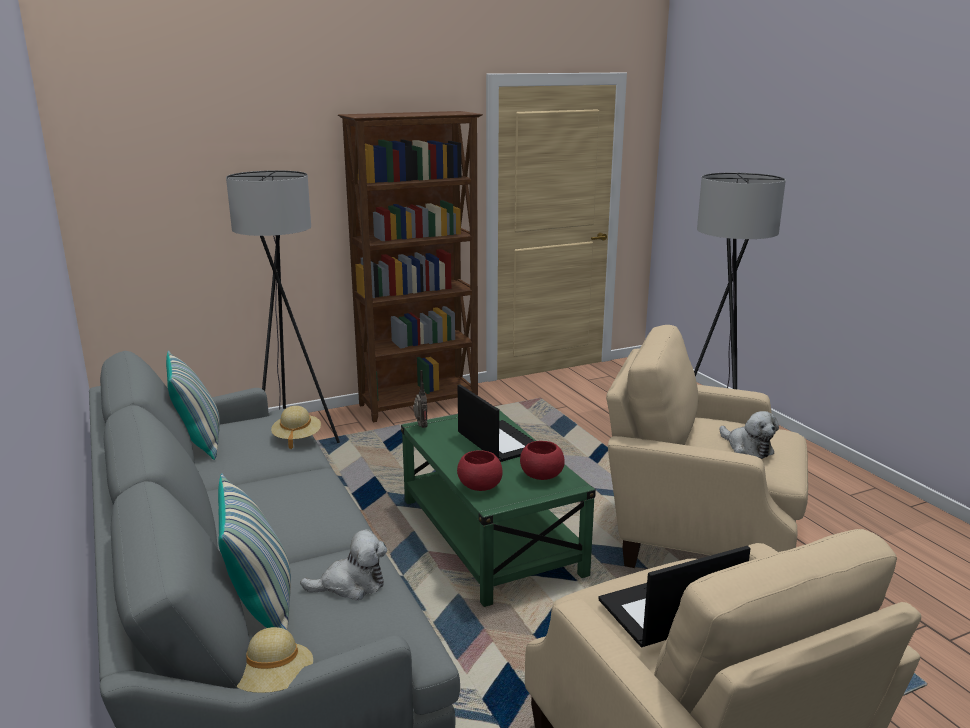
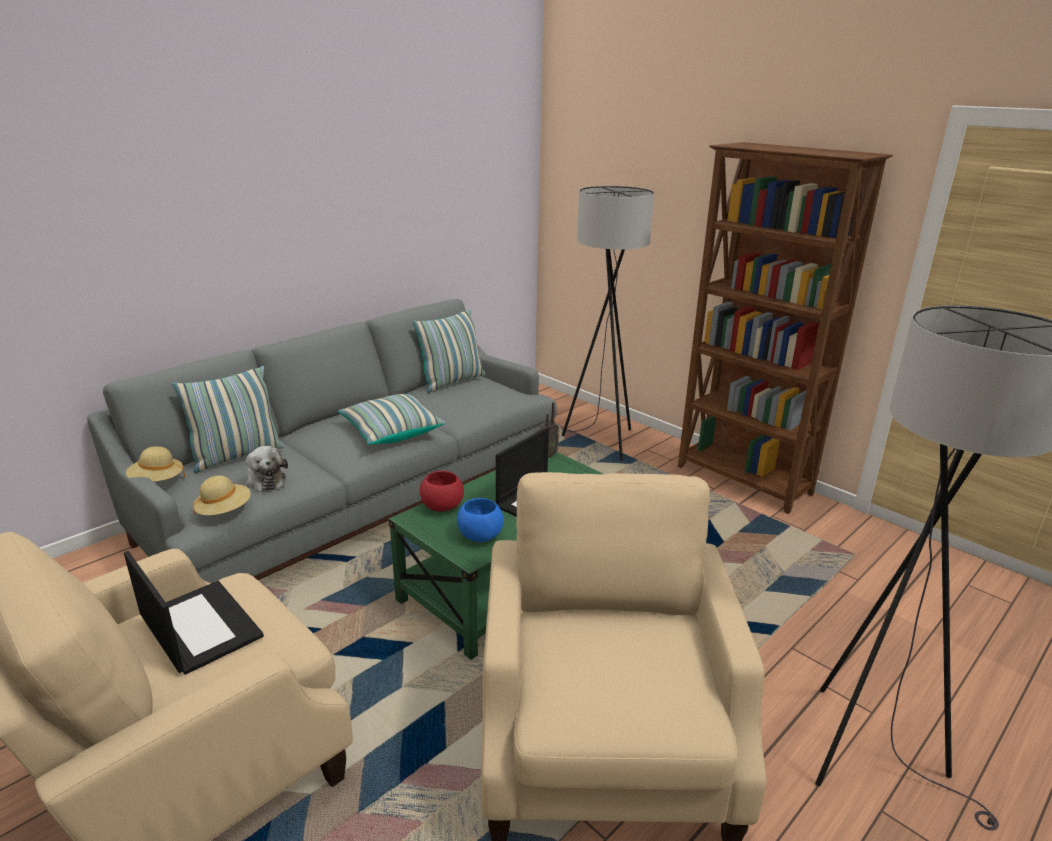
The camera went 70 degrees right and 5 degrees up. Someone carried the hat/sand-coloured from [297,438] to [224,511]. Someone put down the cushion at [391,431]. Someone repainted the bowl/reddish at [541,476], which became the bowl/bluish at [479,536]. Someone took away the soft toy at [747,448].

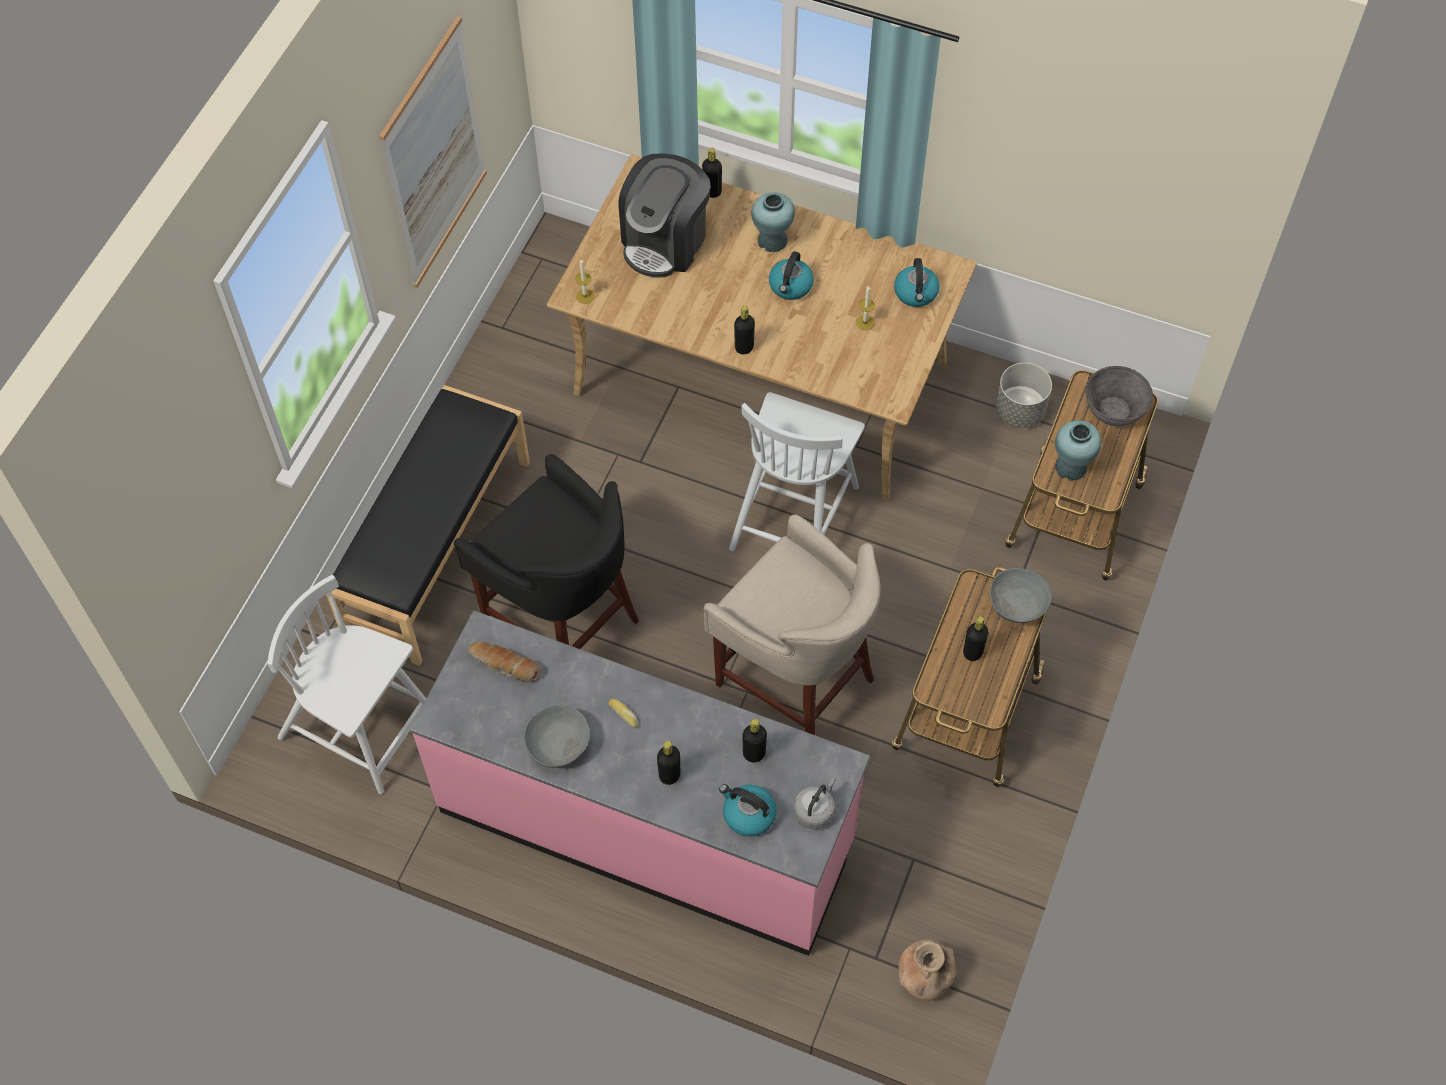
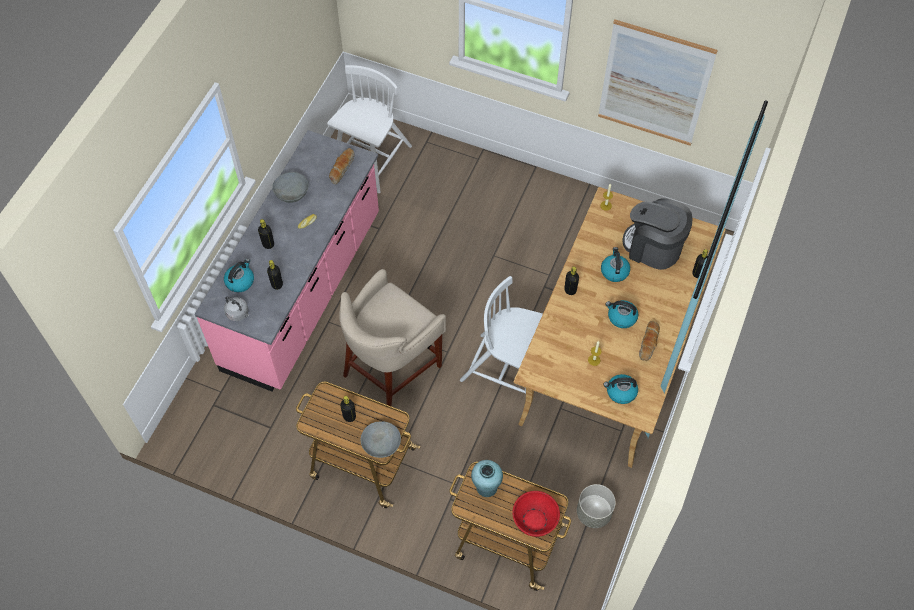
The camera went 90 degrees right and 0 degrees up. Someone repainted the bowl/greyish at [1114,410], which became the bowl/reddish at [535,520]. Someone put down the tea kettle at [614,271]. Someone put down the baked bread at [649,344]. Someone took away the long seat/black-coloured at [436,546]. Someone took away the stool/black-coloured at [562,618]. Someone took away the decorative vase/blue-green at [772,241]. Someone took away the decorative vase/brown at [924,978].

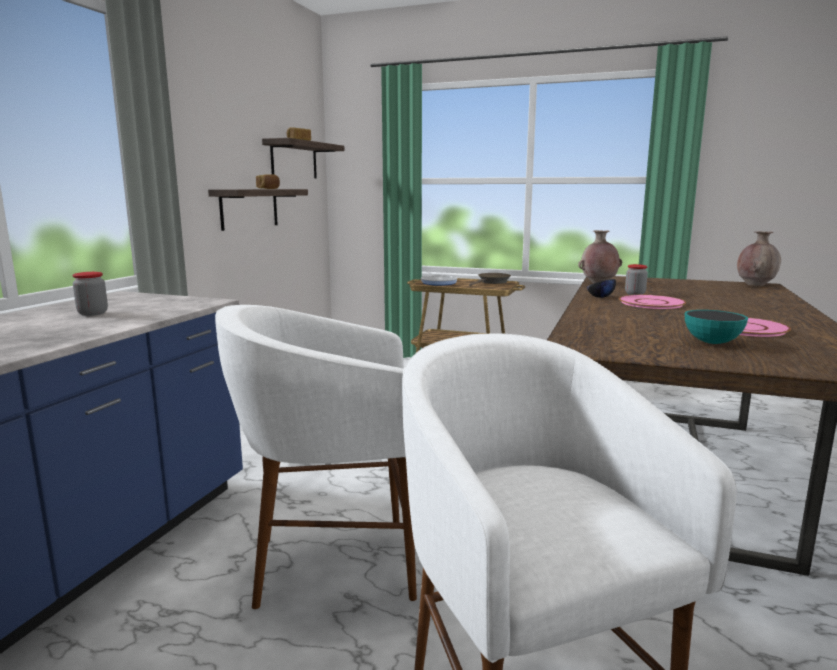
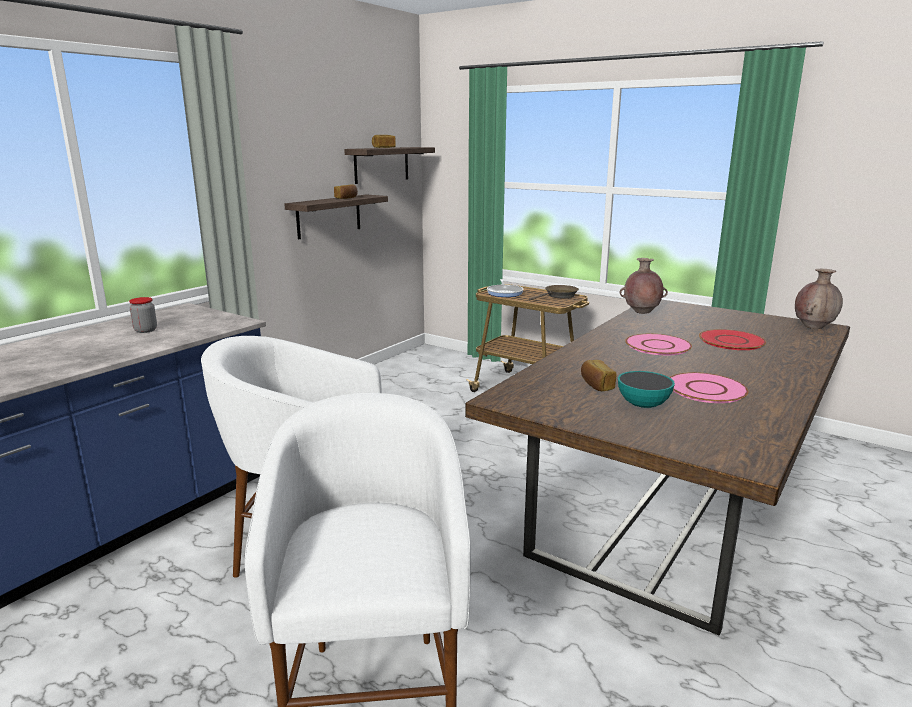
The camera went 15 degrees right and 5 degrees up. Someone put down the baked bread at [596,385]. Someone put down the plate/reddish at [731,341]. Someone took away the bowl/black-coloured at [600,297]. Someone took away the storage jar at [635,294].

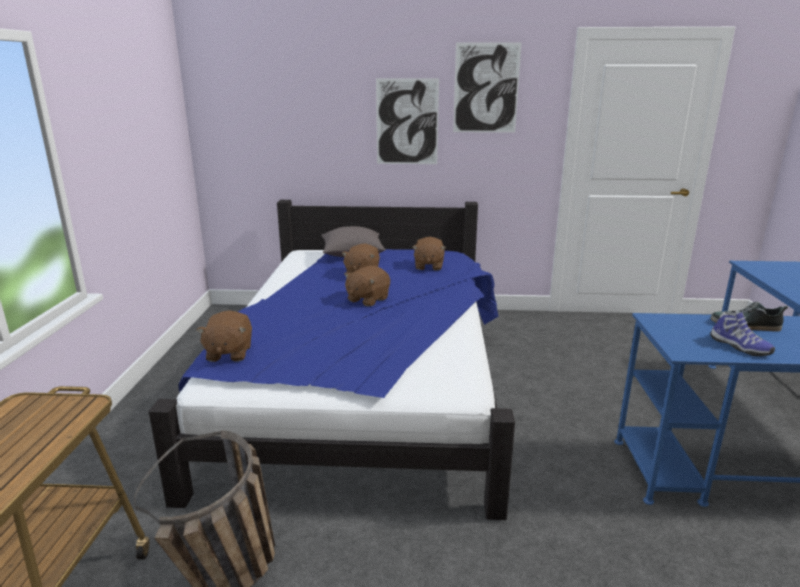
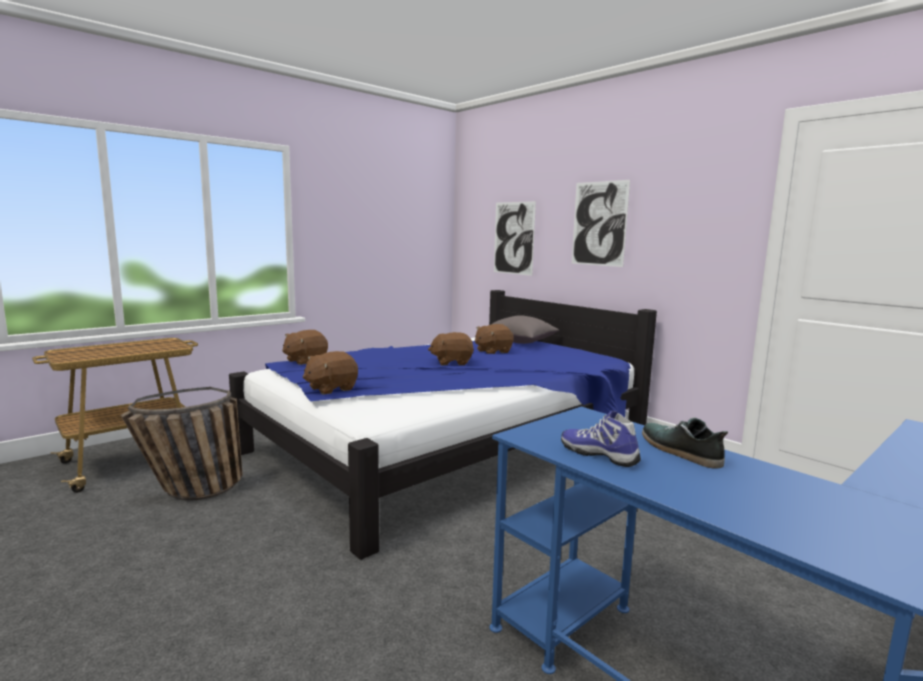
The camera went 45 degrees right and 10 degrees down. Someone carried the soft toy/brown from [428,266] to [331,388]. Someone carried the wall picture from [486,88] to [513,238]. Someone rotated the low shoe at [739,347] by 120 degrees clockwise.

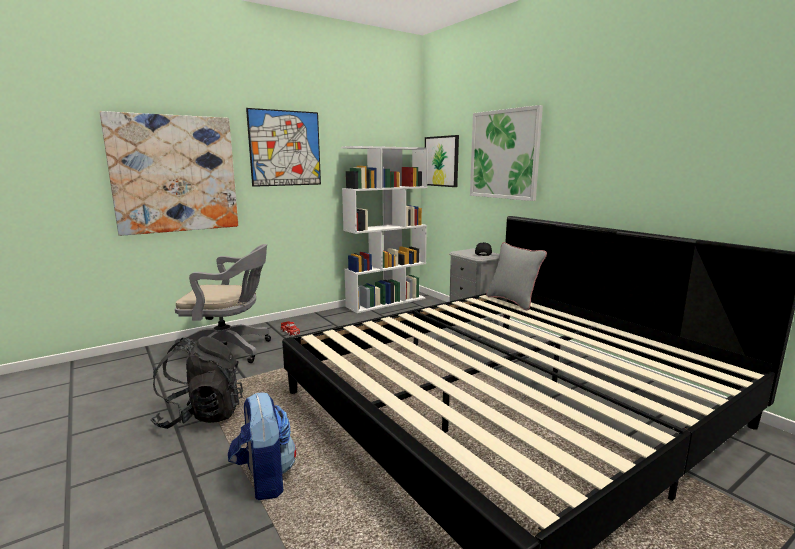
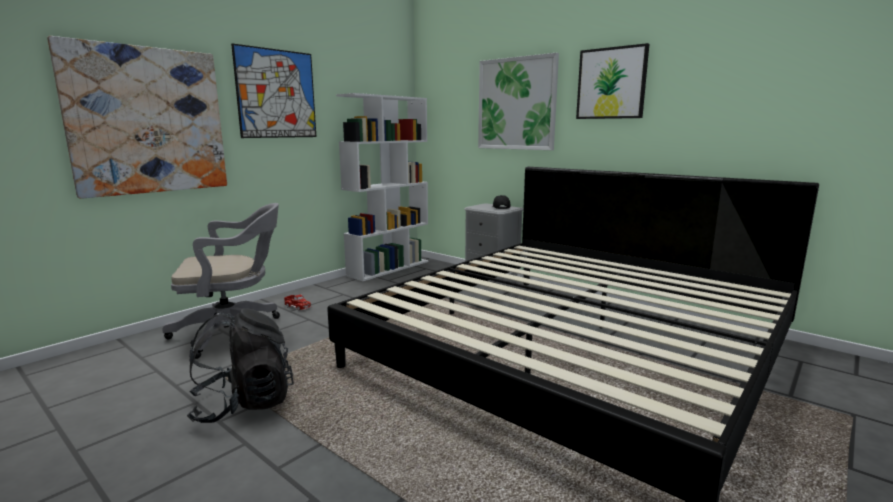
The camera went 15 degrees left and 0 degrees up. Someone carried the wall picture from [441,161] to [611,83]. Someone took away the rucksack at [264,479]. Someone took away the cushion/greyish at [513,301].

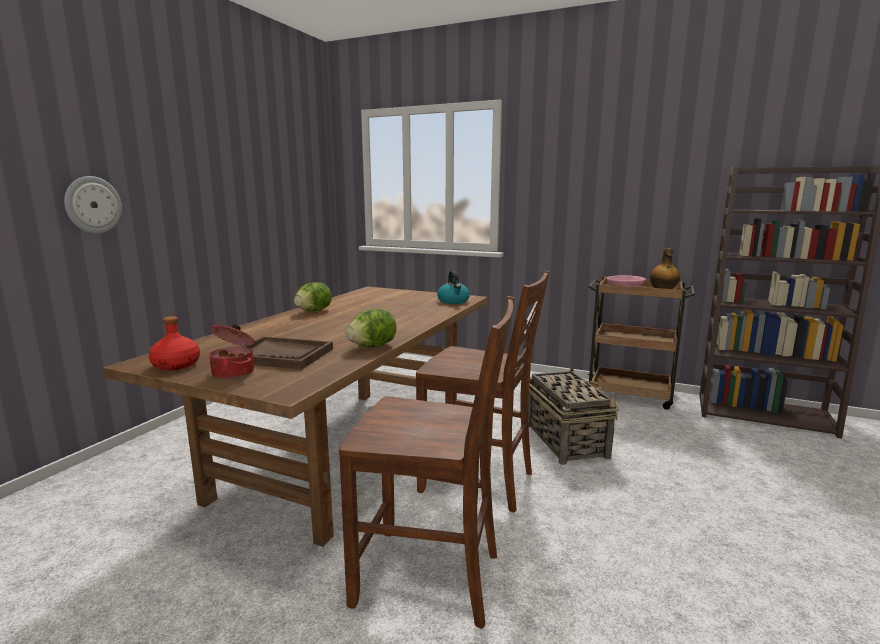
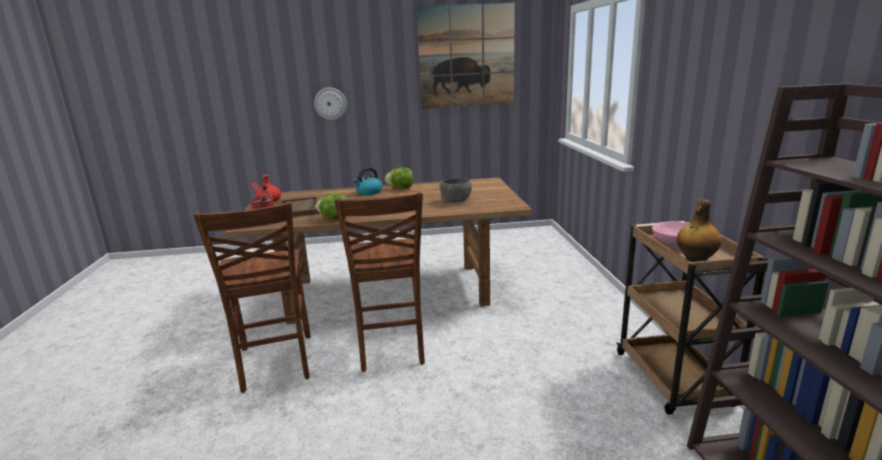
The camera went 60 degrees right and 5 degrees up. Someone carried the tea kettle from [453,301] to [369,192]. Someone put up the wall picture at [466,57]. Someone put down the bowl/greyish at [456,200]. Someone took away the storage basket at [565,440].

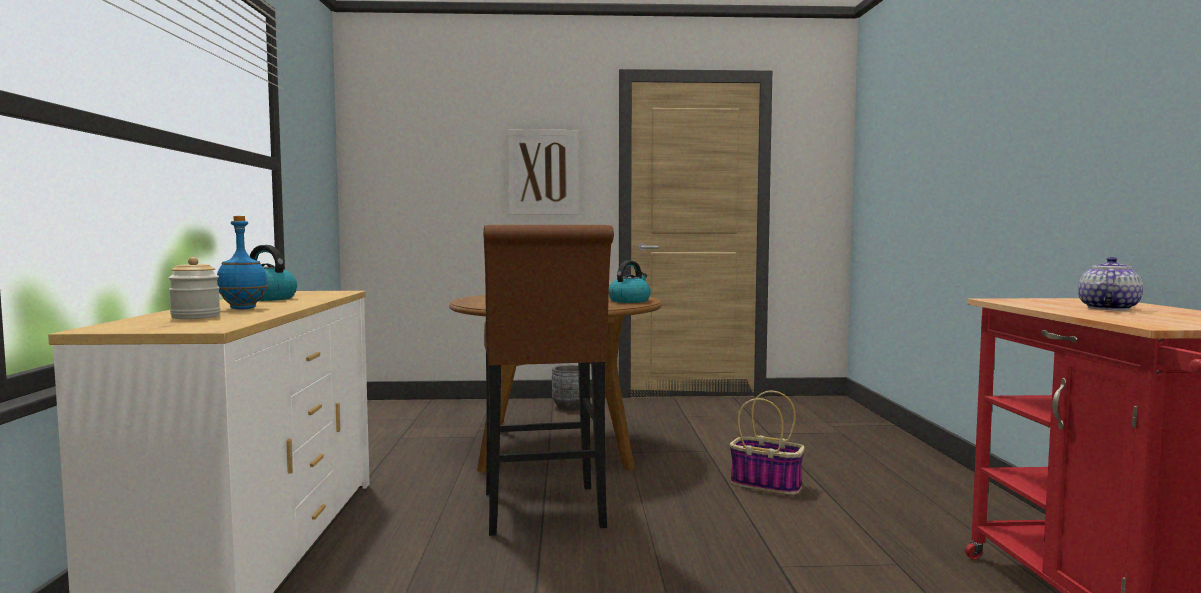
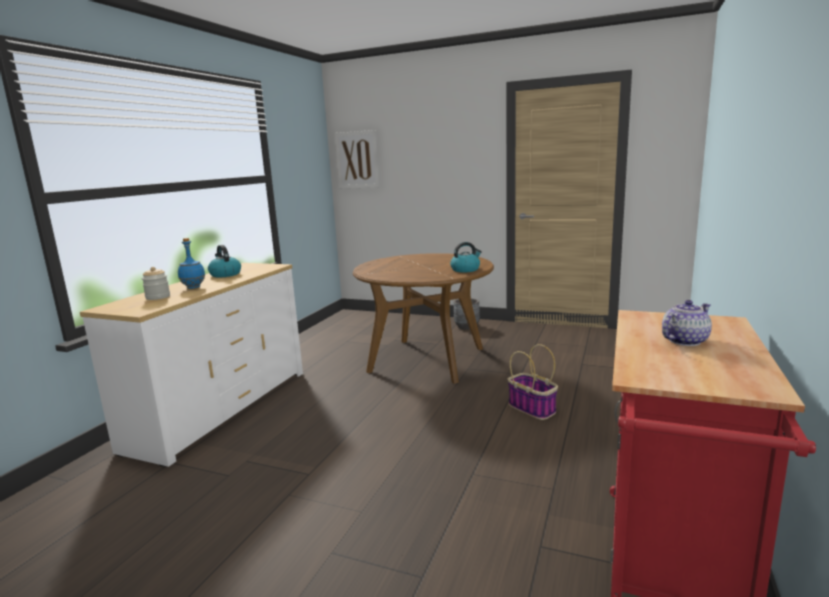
The camera went 25 degrees right and 10 degrees up. Someone carried the wall picture from [543,172] to [357,160]. Someone took away the stool/brown at [544,514].

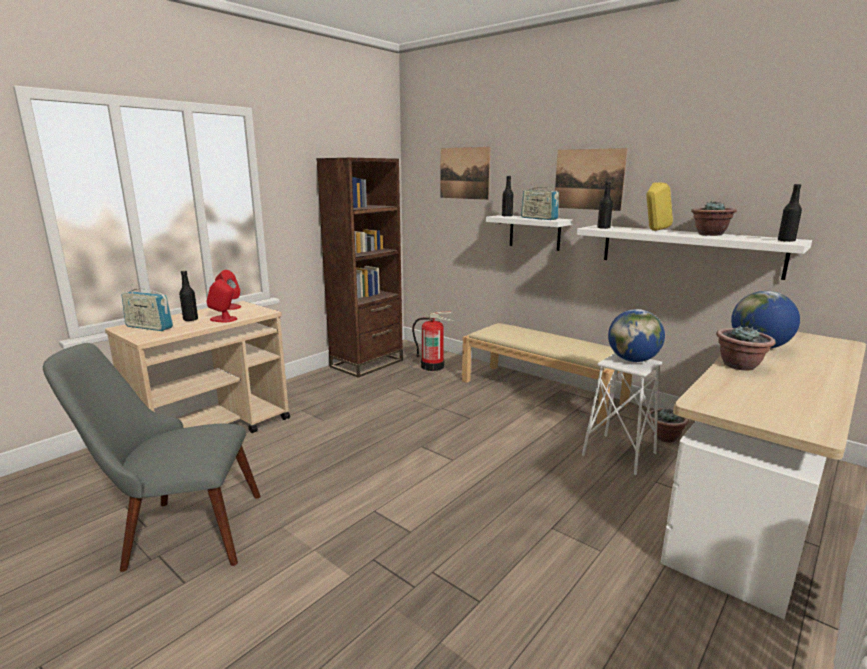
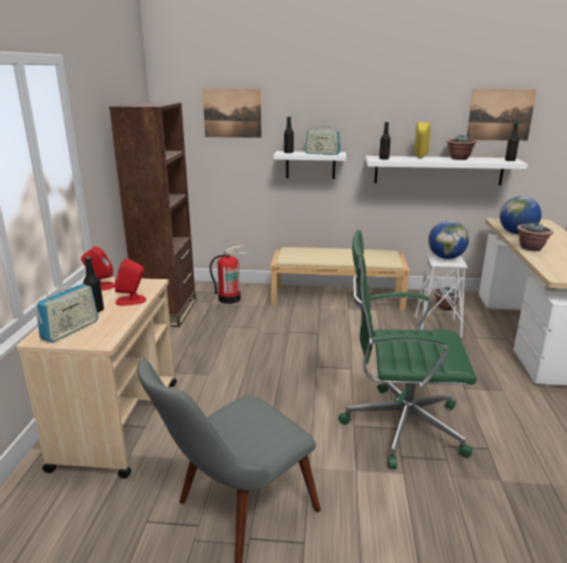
The camera went 35 degrees left and 5 degrees up. Someone rotated the radio set at [149,327] by 45 degrees counterclockwise. Someone put down the desk chair/green-coloured at [400,426]. Someone carried the wall picture from [588,179] to [500,115].

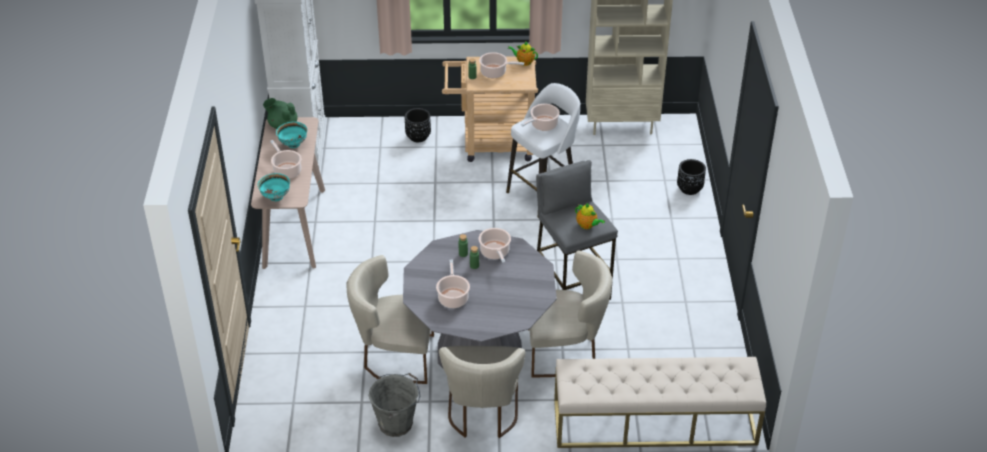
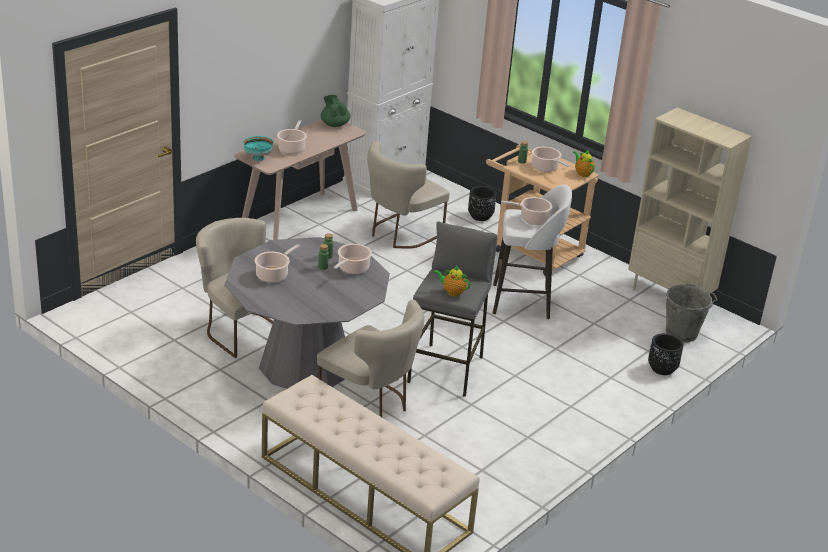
The camera went 40 degrees right and 10 degrees down. Someone carried the chair/sand-coloured from [482,414] to [400,234]. Someone rotated the pot for tea at [587,226] by 120 degrees clockwise. Someone carried the water bucket/greyish from [396,423] to [683,333]. Someone took away the bowl/blue-green at [293,144].

